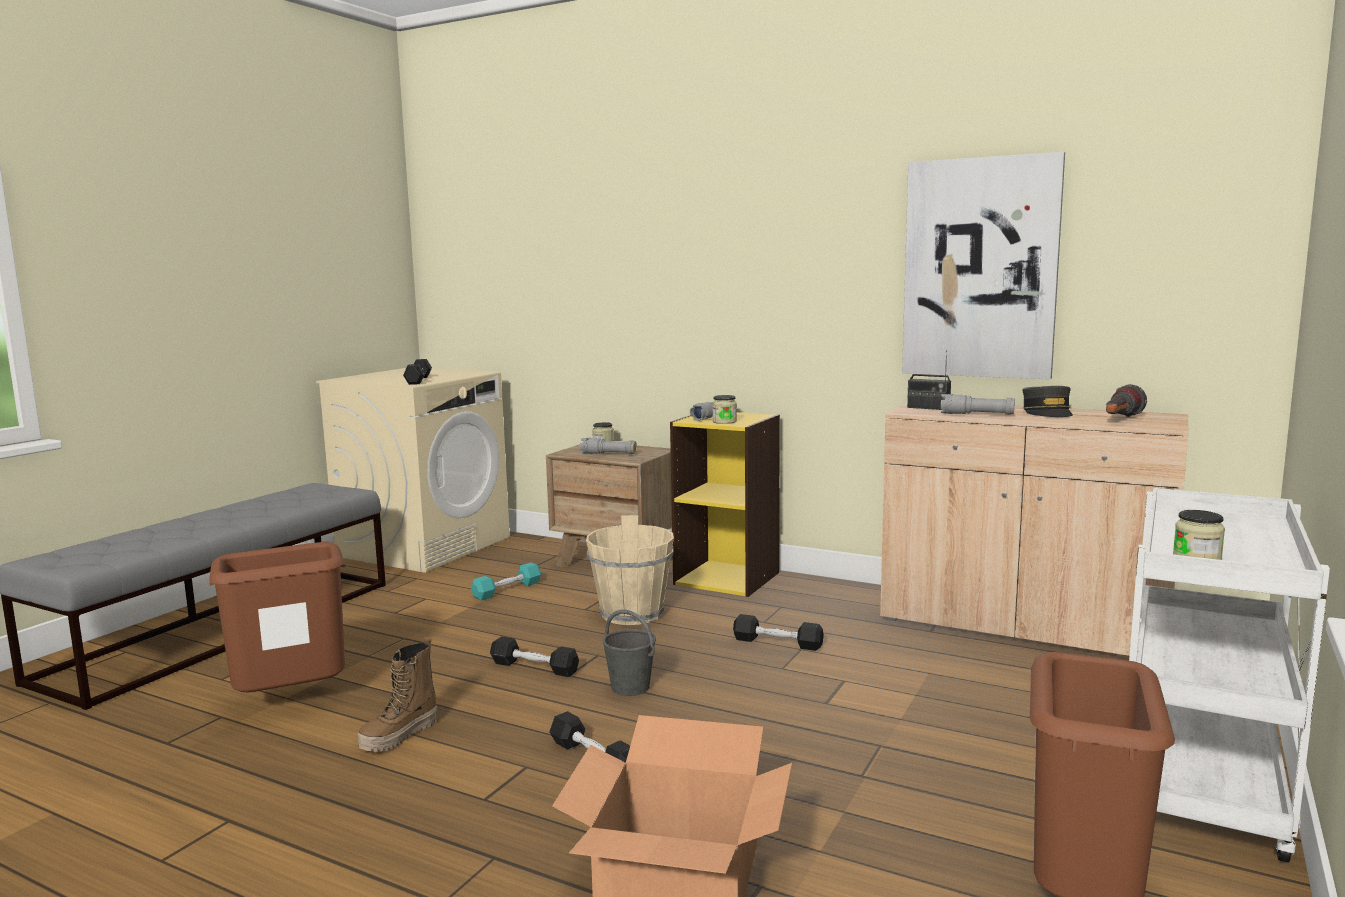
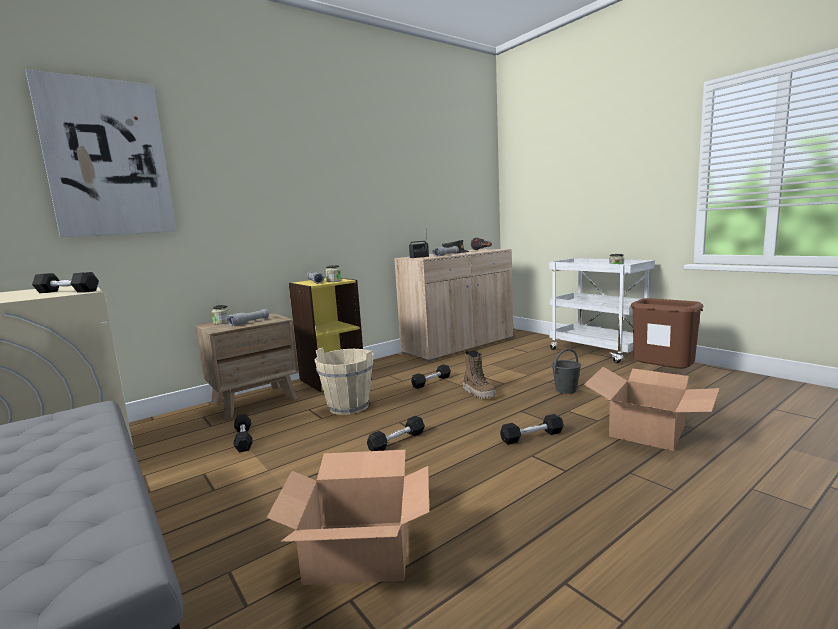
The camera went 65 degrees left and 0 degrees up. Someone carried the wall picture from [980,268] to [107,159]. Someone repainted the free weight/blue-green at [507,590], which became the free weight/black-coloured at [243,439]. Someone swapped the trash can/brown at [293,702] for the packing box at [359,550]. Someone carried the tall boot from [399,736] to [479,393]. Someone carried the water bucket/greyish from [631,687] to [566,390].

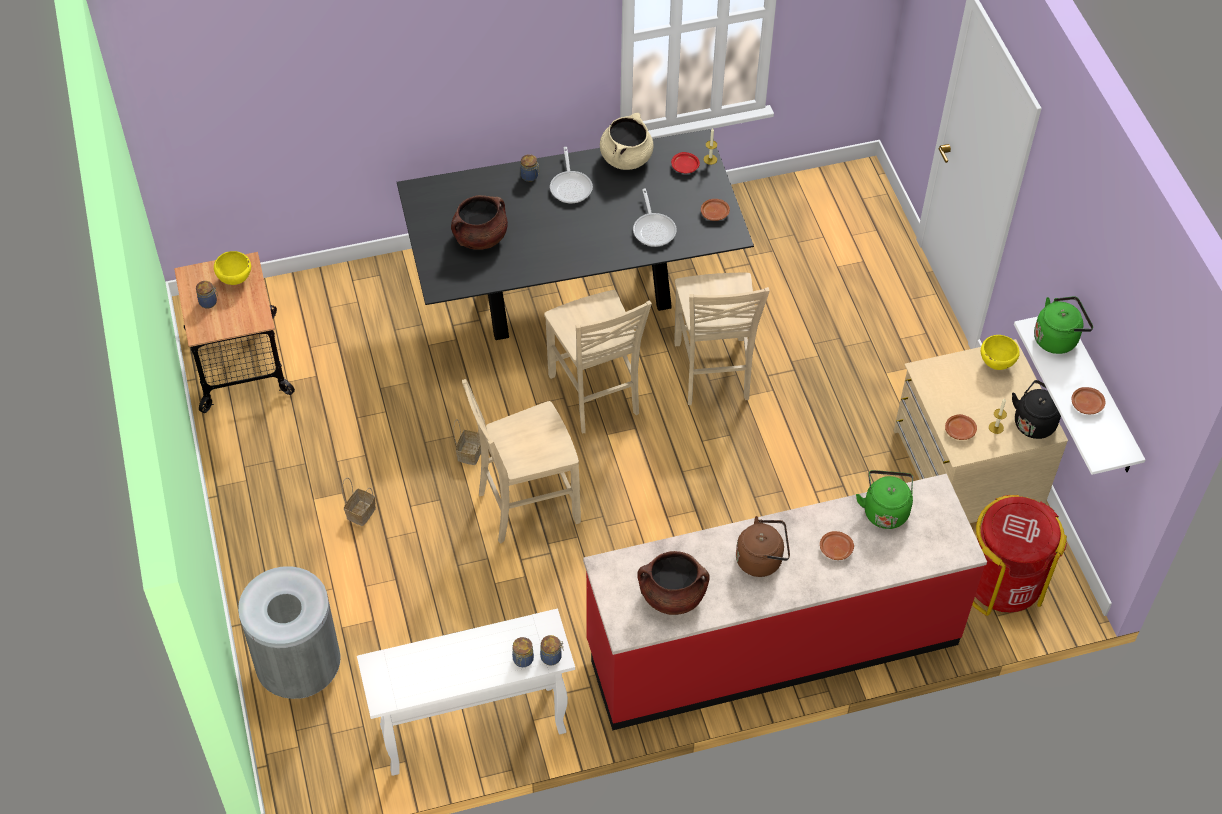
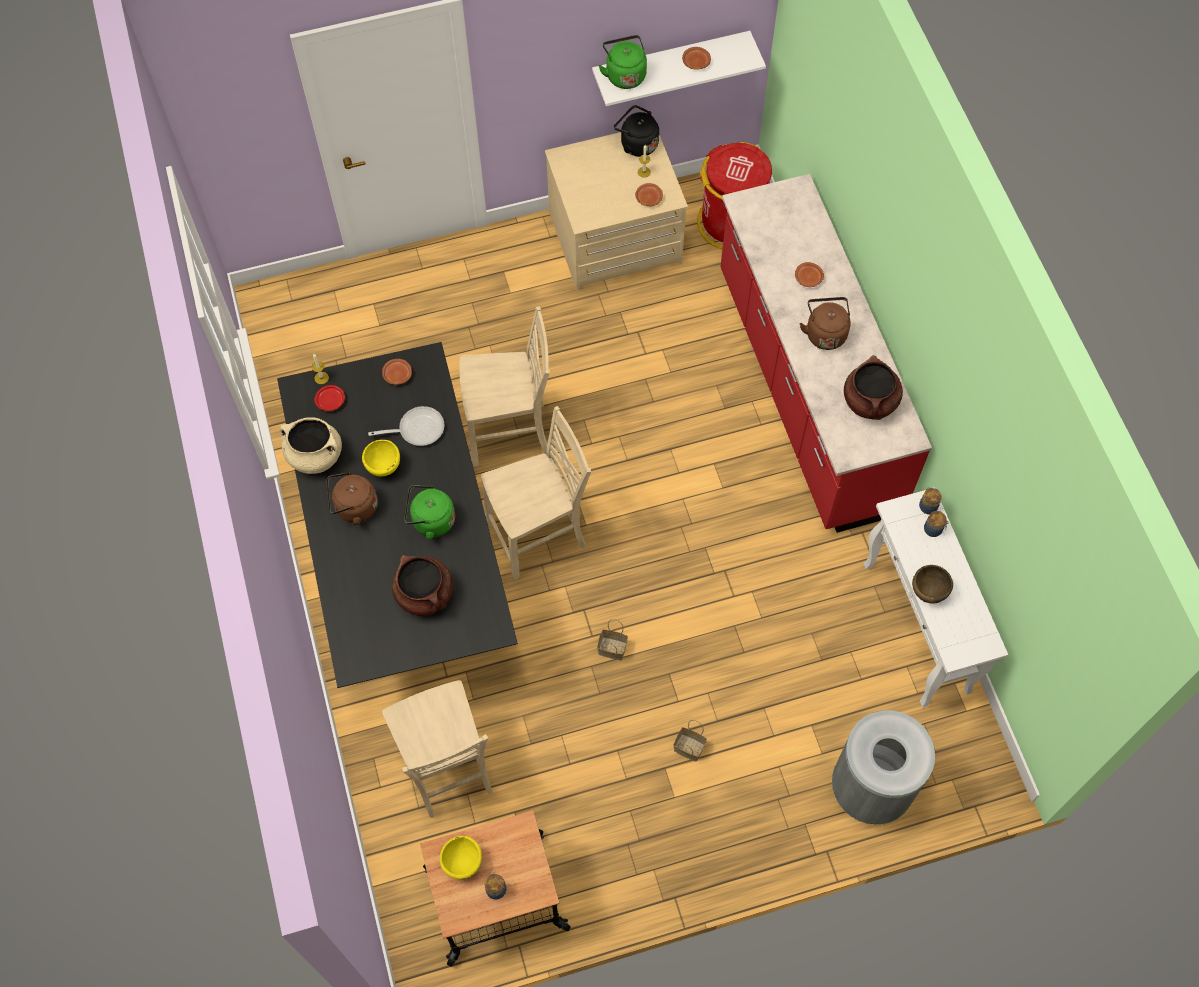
The camera went 90 degrees left and 10 degrees up. Someone swapped the pan at [571,186] for the tea kettle/brown at [354,507]. Someone carried the bowl/yellow from [995,364] to [384,467]. Someone carried the chair/sand-coloured from [526,506] to [447,769]. Someone carried the tea kettle/green-coloured from [885,510] to [430,521]. Someone put down the bowl/brown at [928,592]. Someone took away the storage jar at [530,176].

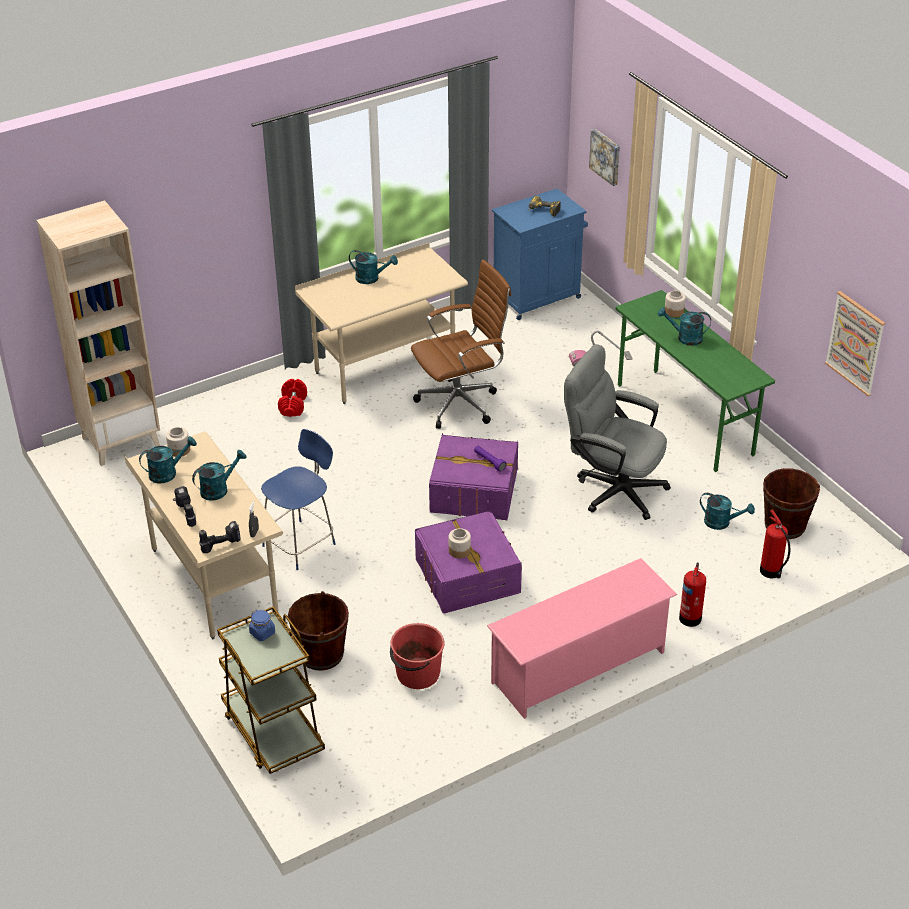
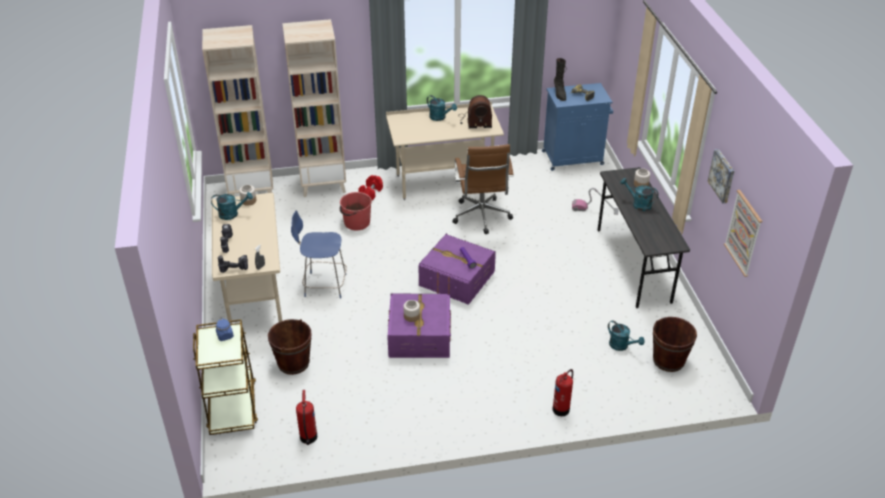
The camera went 20 degrees right and 0 degrees up. Someone put down the bookshelf/sand-coloured at [323,184]. Someone rotated the chair/bluish at [301,543] by 150 degrees counterclockwise. Someone carried the fire extinguisher from [771,572] to [308,438]. Someone carried the water bucket/reddish from [417,674] to [356,223]. Someone rotated the desk chair/brown at [461,403] by 90 degrees clockwise. Someone put down the radio set at [474,121]. Someone put down the tall boot/black-coloured at [559,94]. Someone repainted the desk unit/green-coloured at [685,420], which became the desk unit/greyish at [633,265]. Someone carried the wall picture from [606,156] to [722,175]. Someone took away the watering pot/blue-green at [219,489]. Someone took away the shoe shelf/pinkish at [579,667]. Someone took away the desk chair/greyish at [612,488].

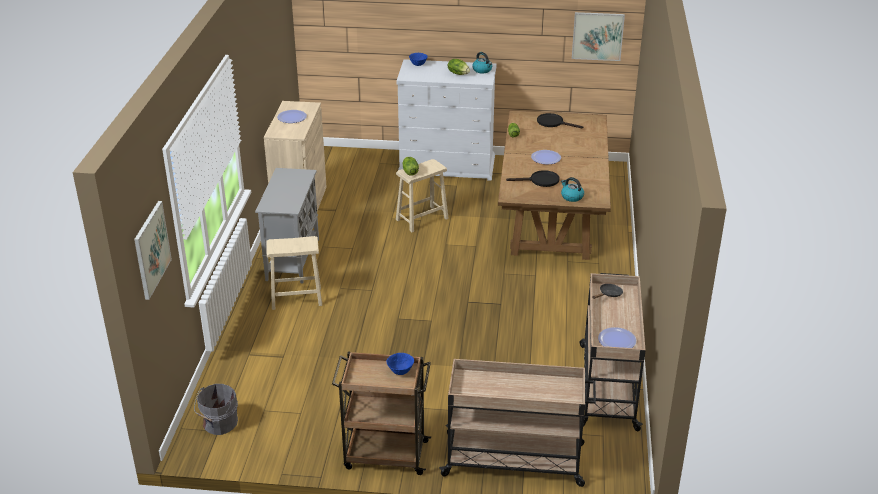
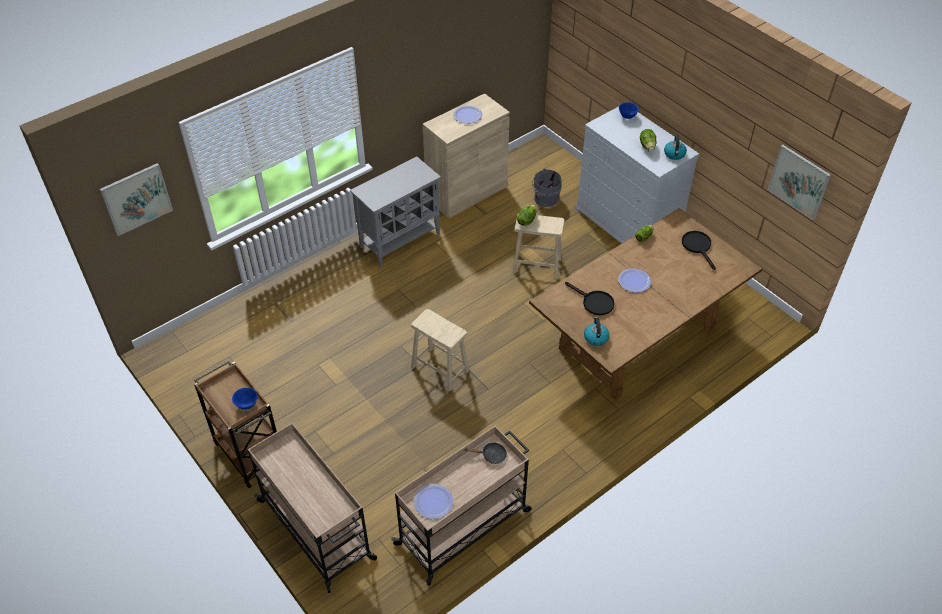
The camera went 45 degrees right and 15 degrees up. Someone carried the stool/sand-coloured from [296,298] to [440,369]. Someone carried the water bucket/greyish from [219,424] to [545,198].

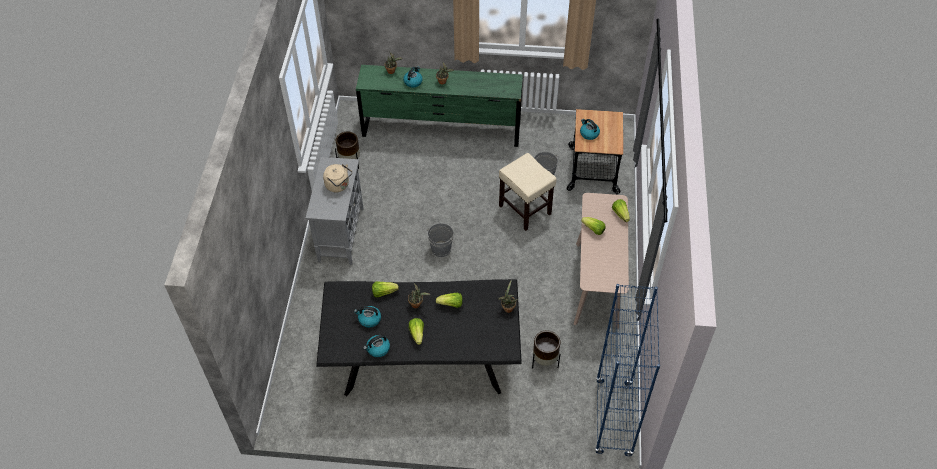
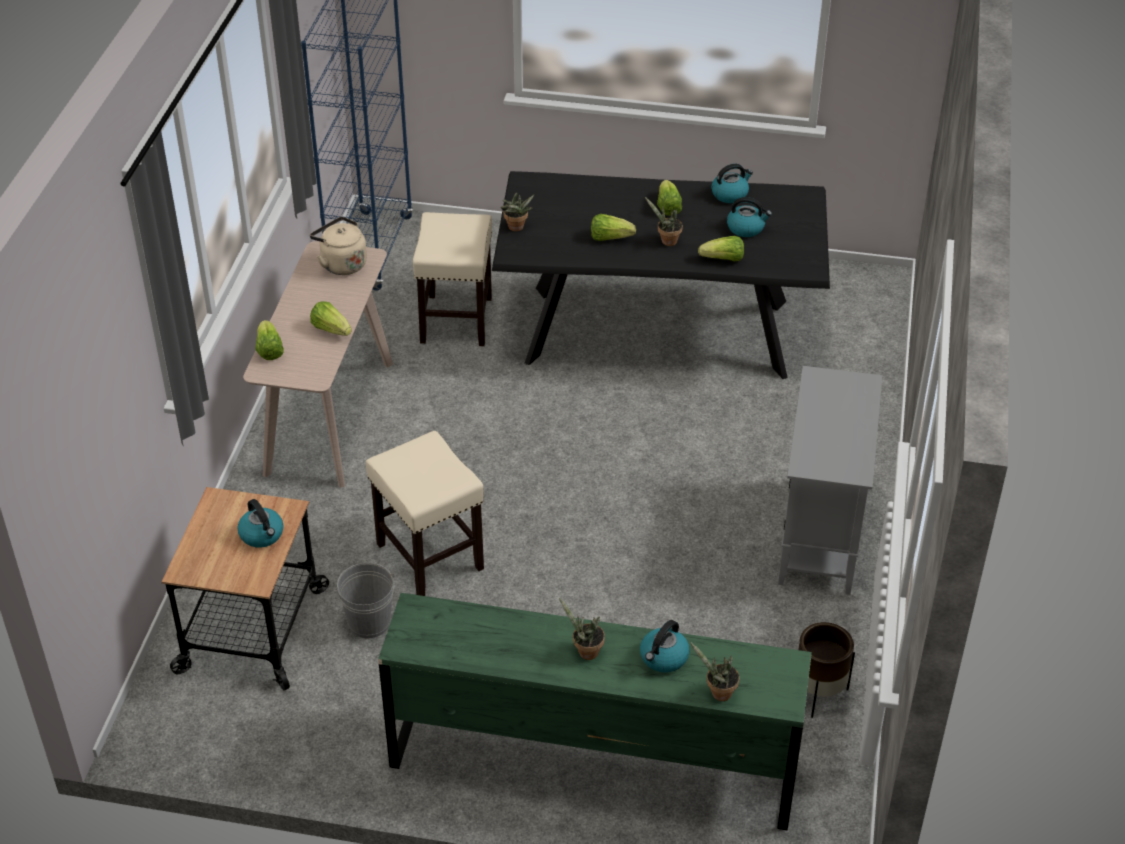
The camera went 175 degrees left and 10 degrees down. Someone carried the tea kettle/sand-coloured from [338,185] to [341,263]. Someone swapped the planter/brown at [545,361] for the stool/sand-coloured at [456,319]. Someone took away the water bucket/greyish at [441,249].

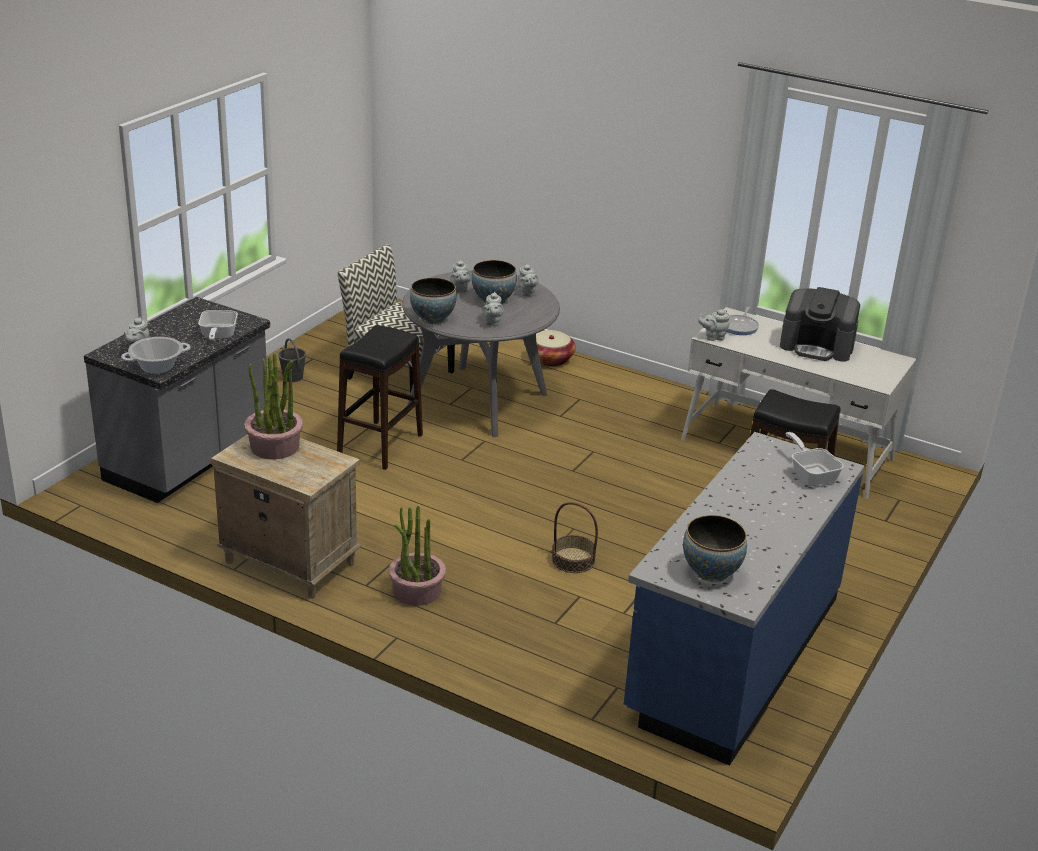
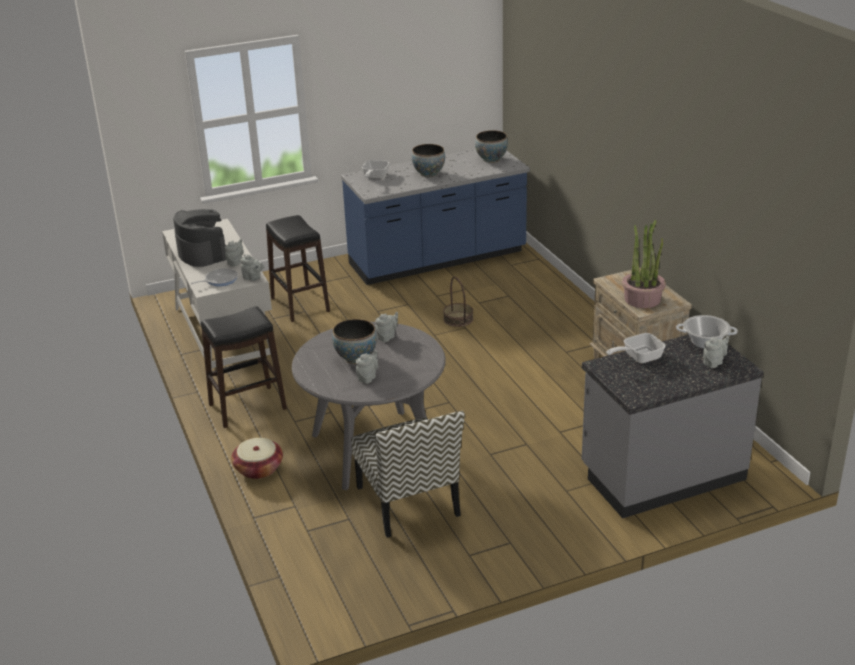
The camera went 140 degrees left and 0 degrees up. Someone carried the stool/black-coloured from [380,445] to [247,407]. Someone carried the pot for tea/greyish from [526,293] to [235,262]. Someone carried the bowl from [433,319] to [428,173]. Someone rotated the pan at [217,336] by 150 degrees counterclockwise. Someone took away the water bucket/greyish at [292,377]. Someone took away the plant in a pot at [416,591].

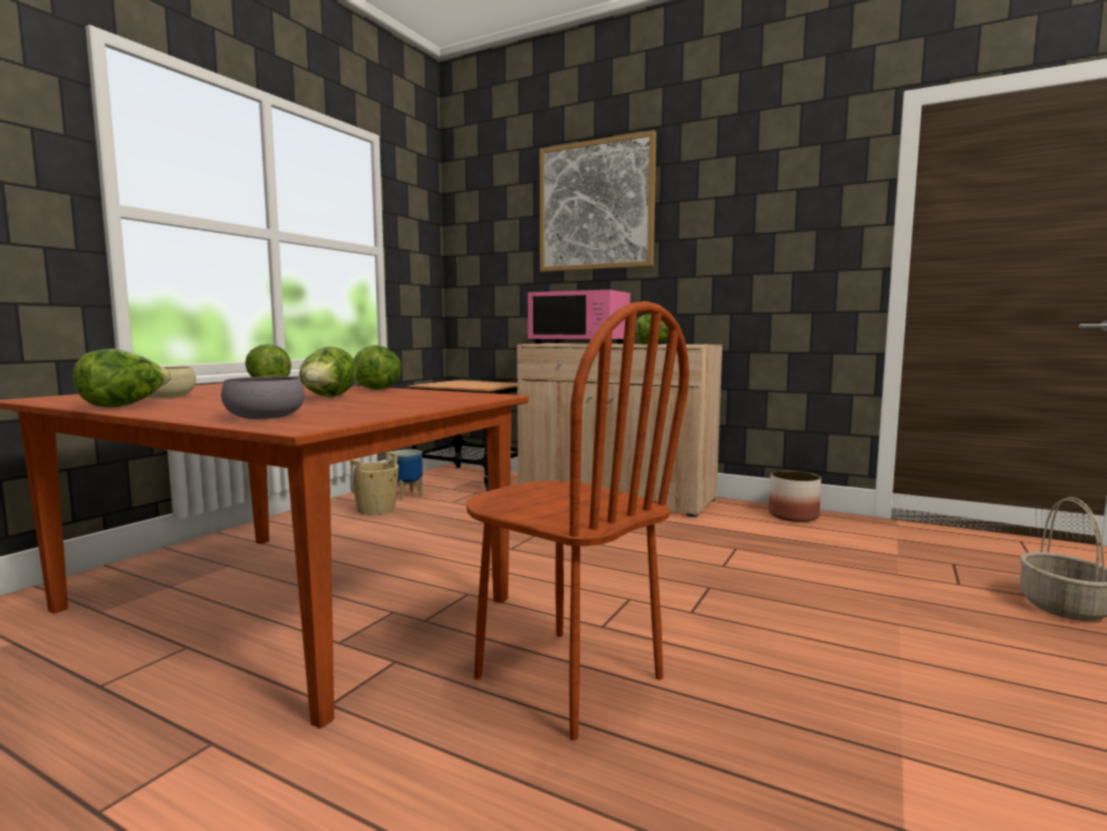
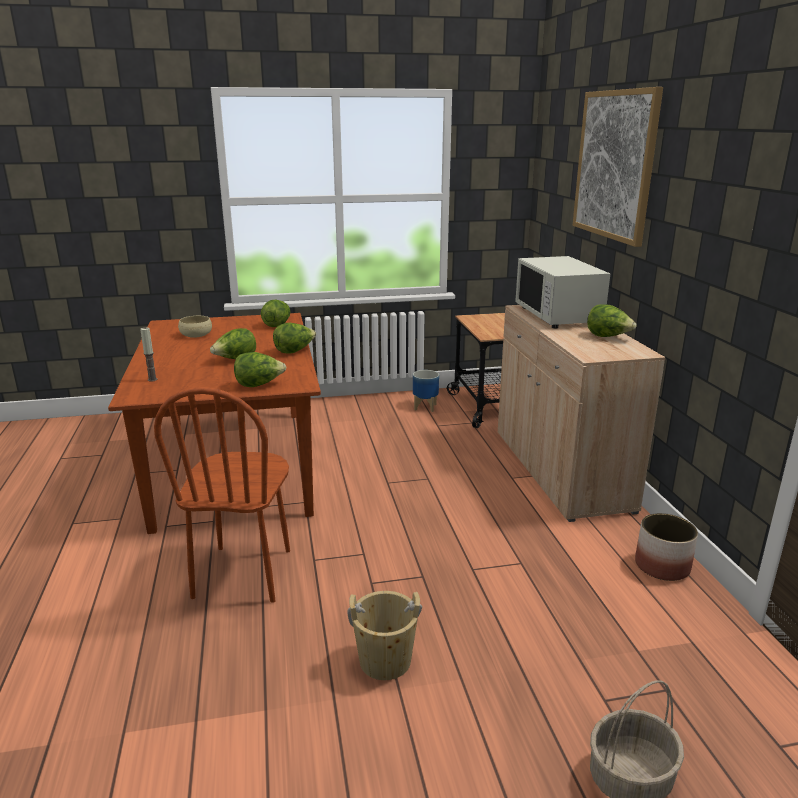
The camera went 50 degrees right and 15 degrees up. Someone swapped the bowl/greyish at [265,416] for the wax candle at [152,379]. Someone carried the lettuce from [125,406] to [259,385]. Someone carried the water bucket/sand-coloured from [376,509] to [385,661]. Someone repainted the microwave/pinkish at [579,343], which became the microwave/white-coloured at [558,316].

